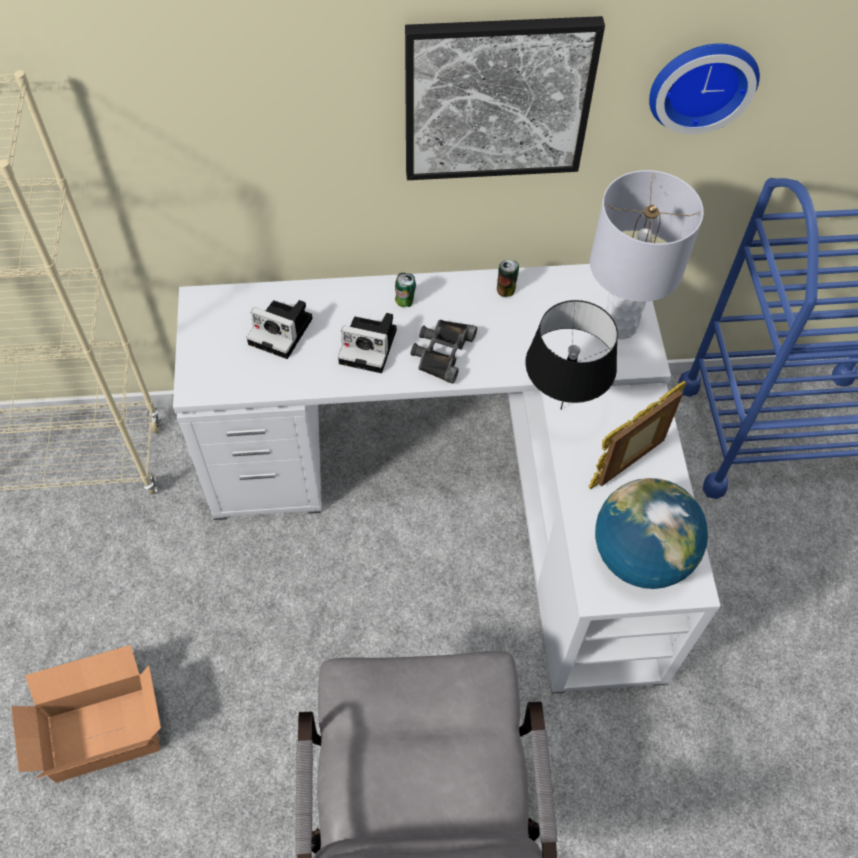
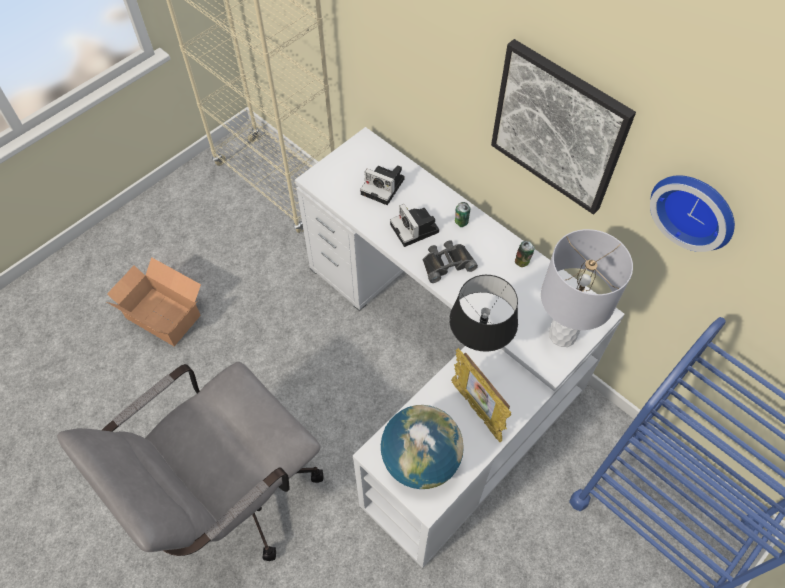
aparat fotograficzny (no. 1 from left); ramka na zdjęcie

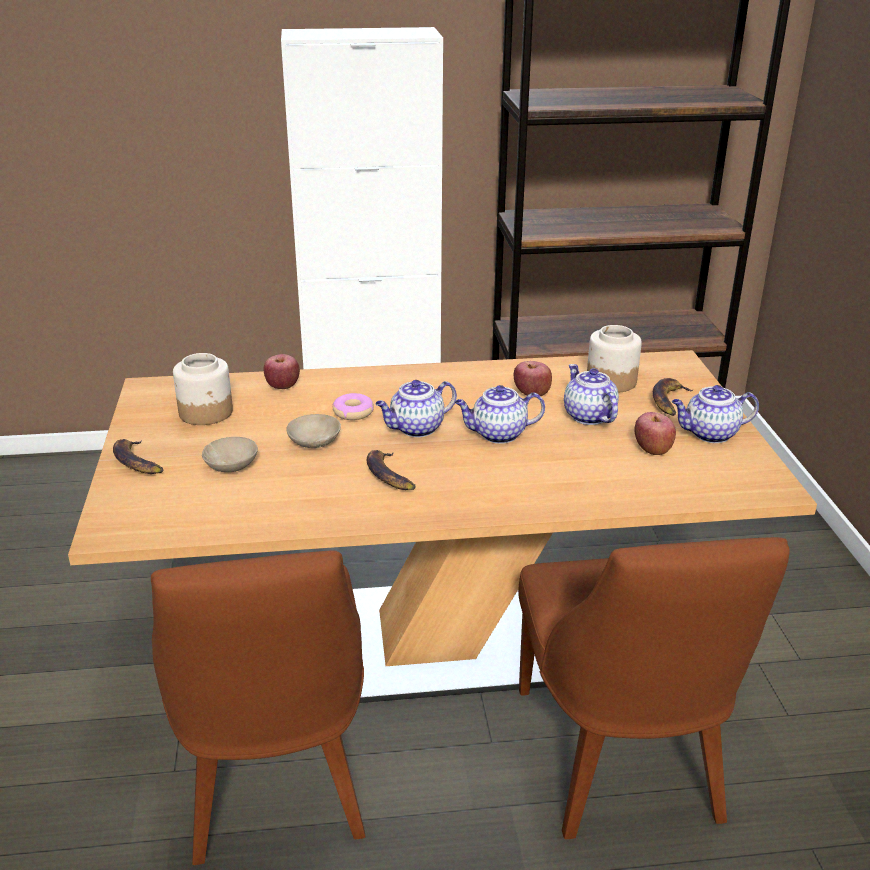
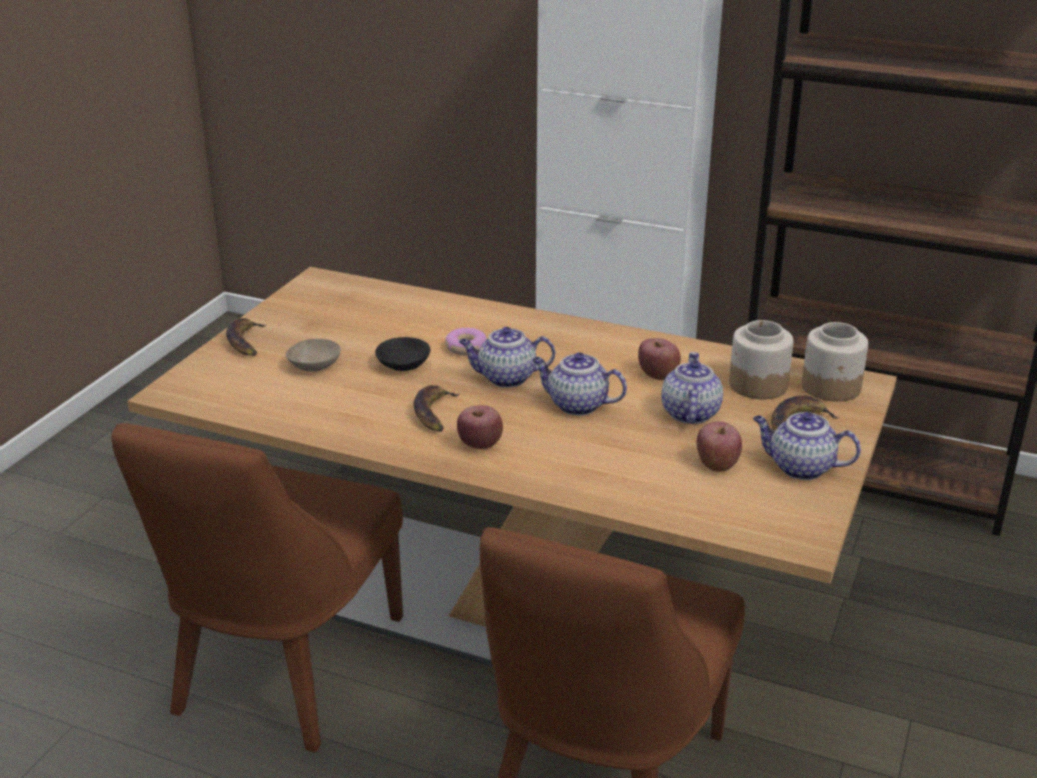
miska/czarny; jabłko (no. 1 from left); słoik (no. 2 from left)

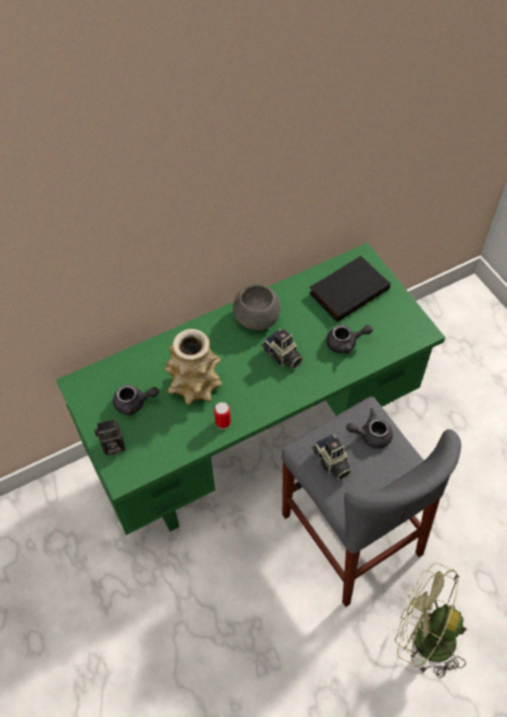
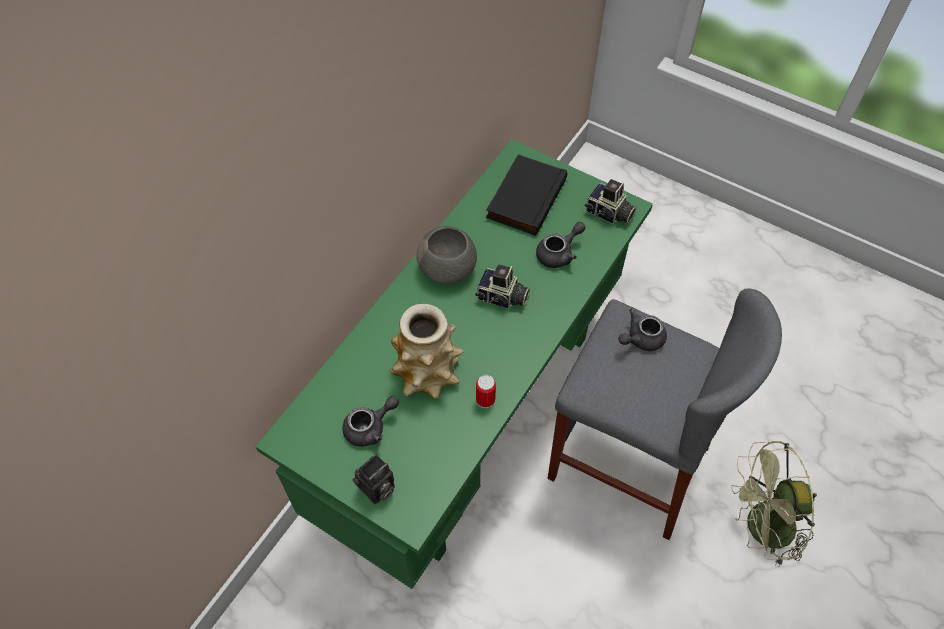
aparat fotograficzny (no. 3 from left)

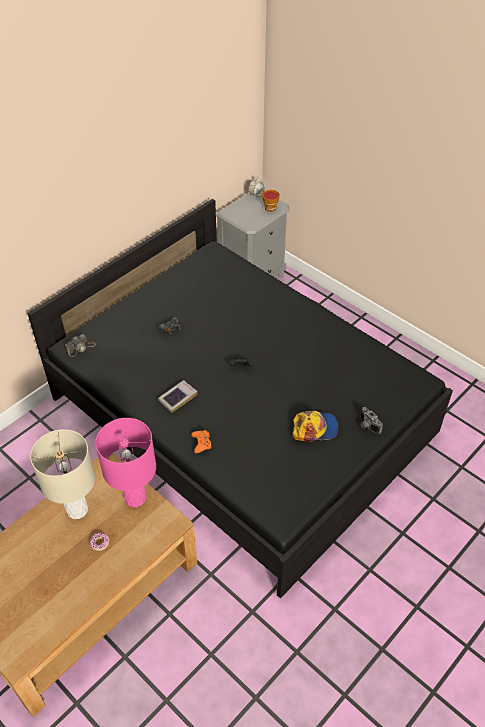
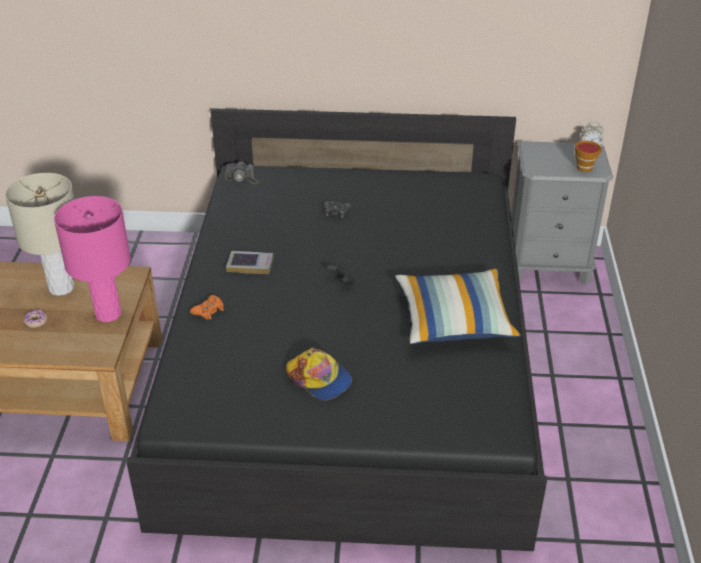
poduszka; aparat fotograficzny (no. 2 from left in the first image)

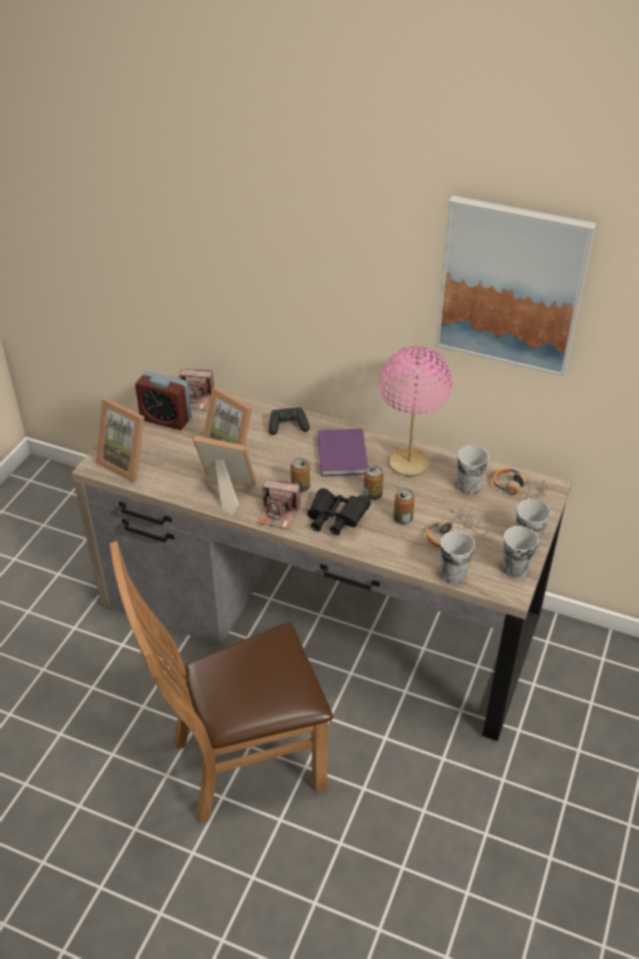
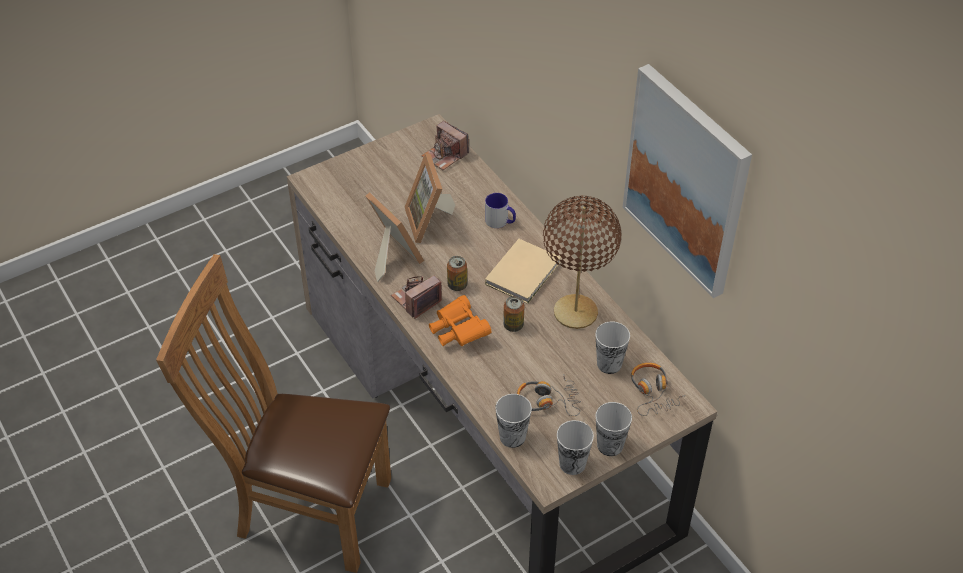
aparat fotograficzny (no. 1 from left); lornetka/pomarańczowy; kubek; książka/beżowy; lampa stołowa/brązowy; ramka na zdjęcie (no. 1 from left in the first image); budzik; puszka (no. 3 from left in the first image)

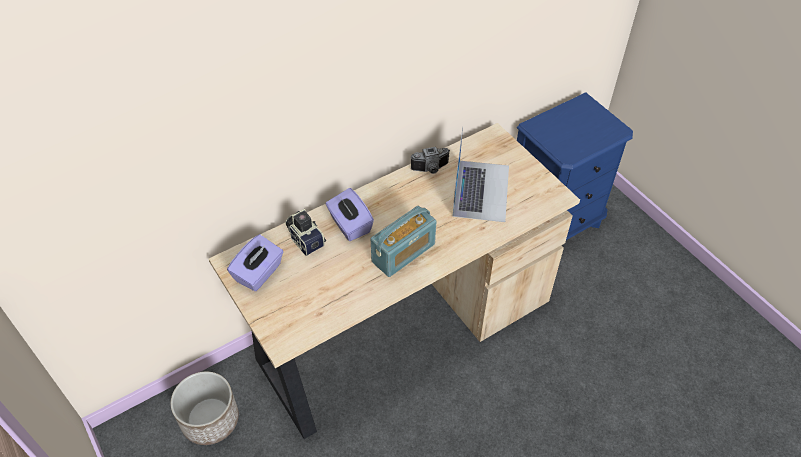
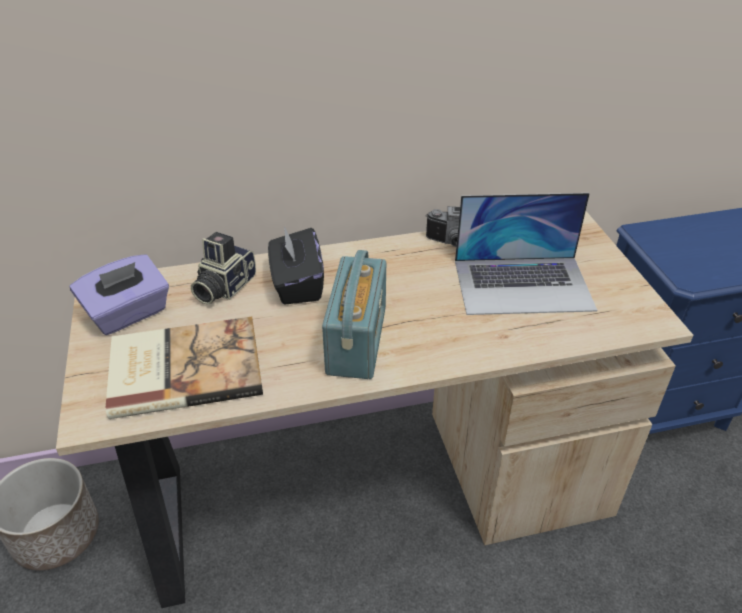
książka; aparat fotograficzny (no. 1 from left); pudełko chusteczek/czarny; radio; laptop

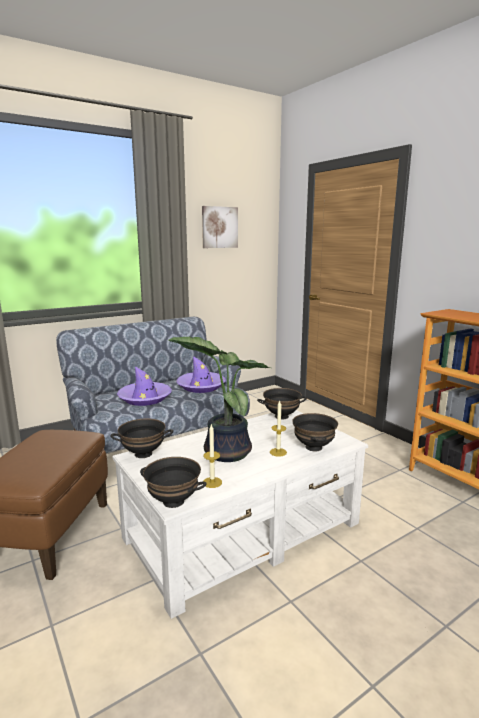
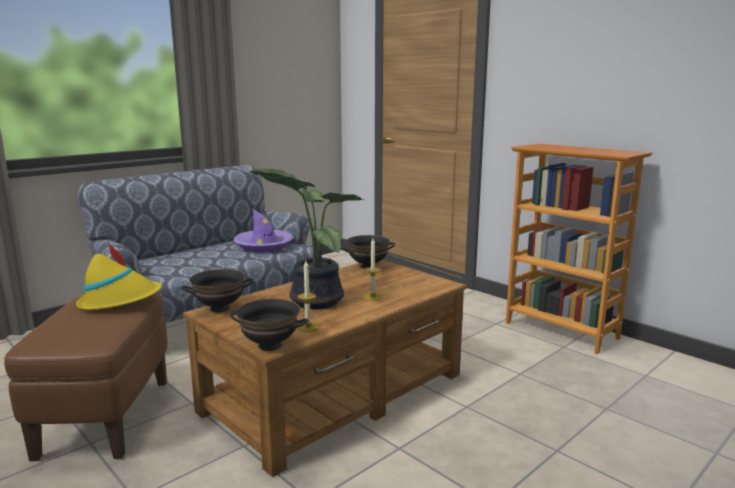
kapelusz/żółty; ława/brązowy; kapelusz/fioletowy (no. 1 from left in the first image); obraz; miska/czarny (no. 4 from left in the first image)

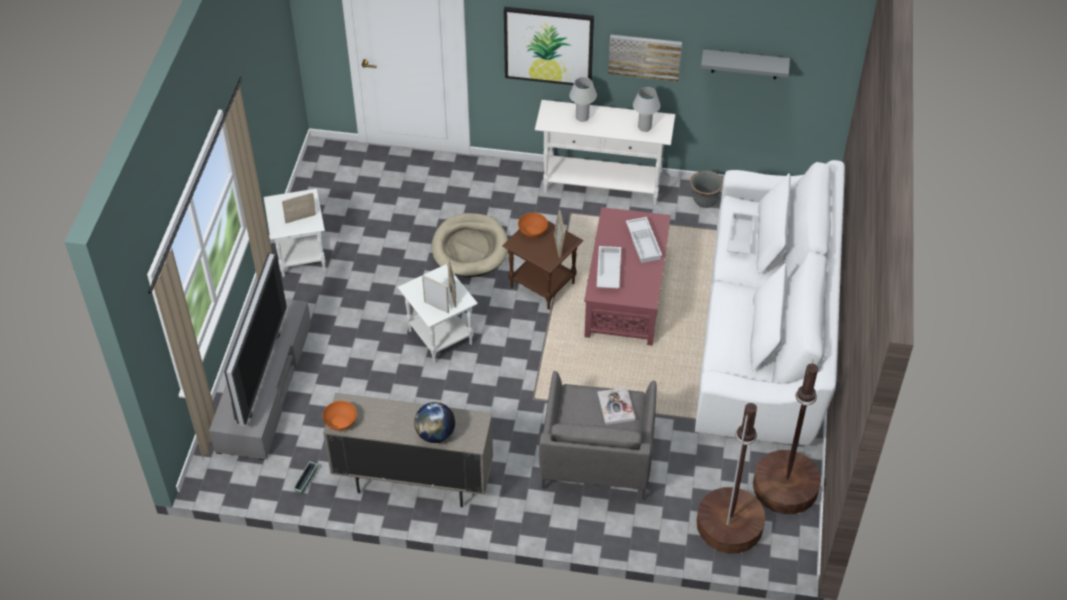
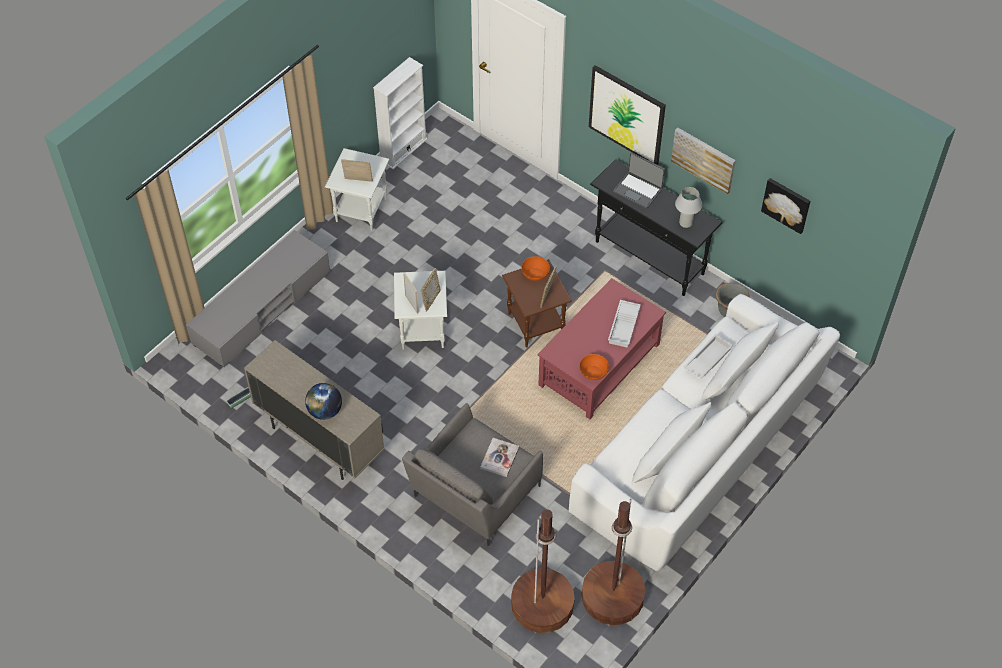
regał/biały; miska/pomarańczowy (no. 2 from left); stolik konsolowy/czarny; laptop; obraz (no. 3 from left); telewizor; legowisko/beżowy; taca/biały (no. 1 from left in the first image)

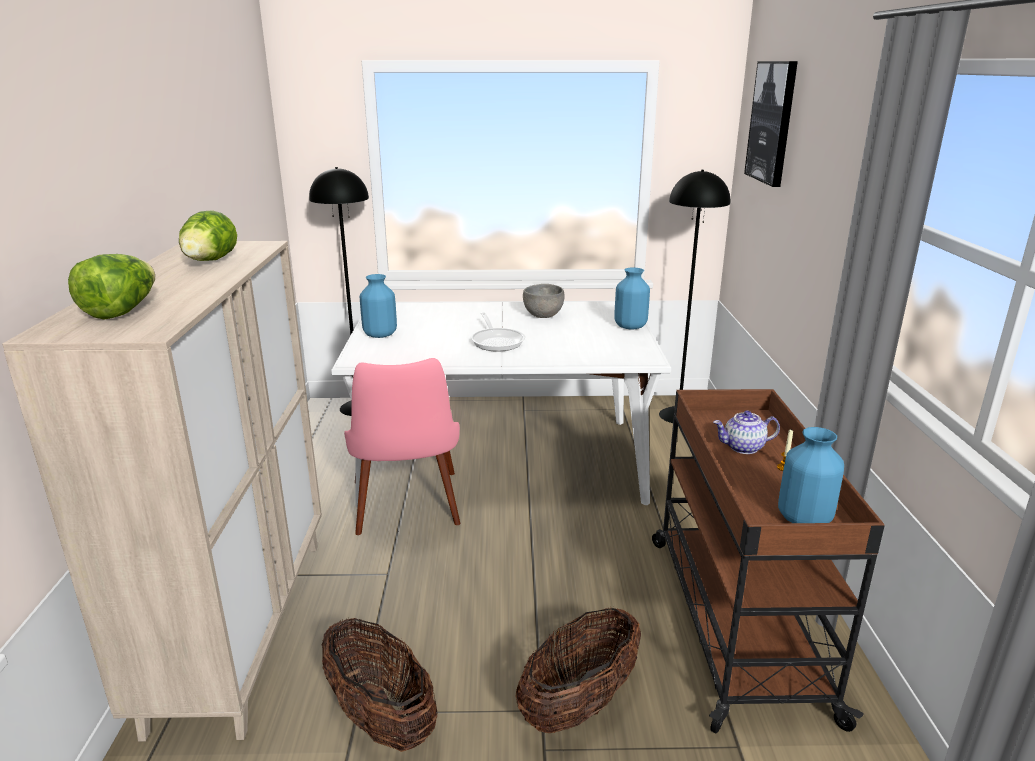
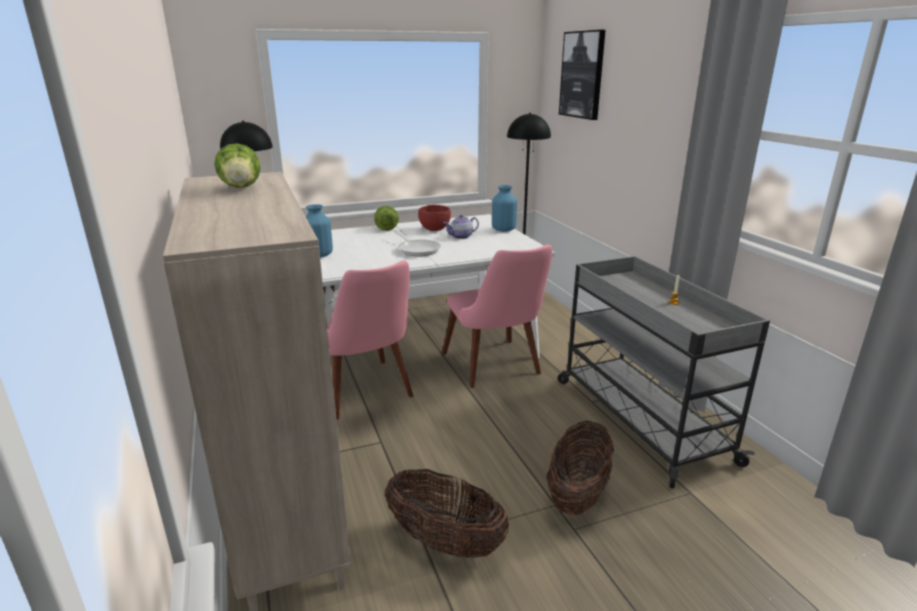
sałata (no. 2 from left); miska/czerwony; krzesło/różowy (no. 2 from left); imbryk; wózek/szary; wazon/niebieski (no. 3 from left in the first image)

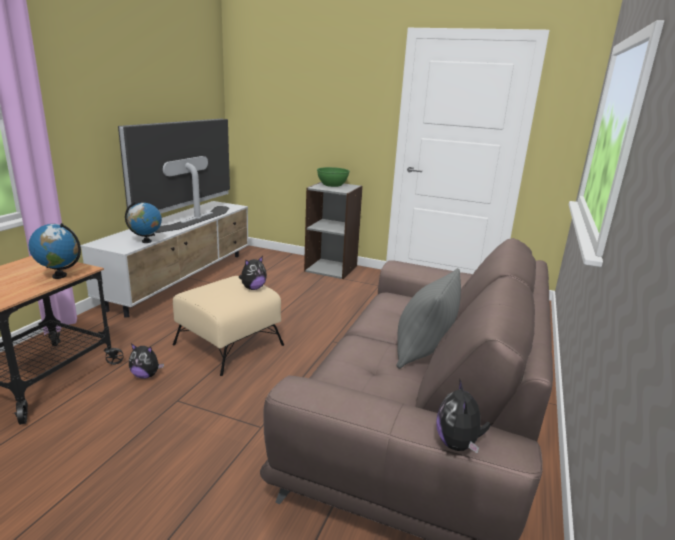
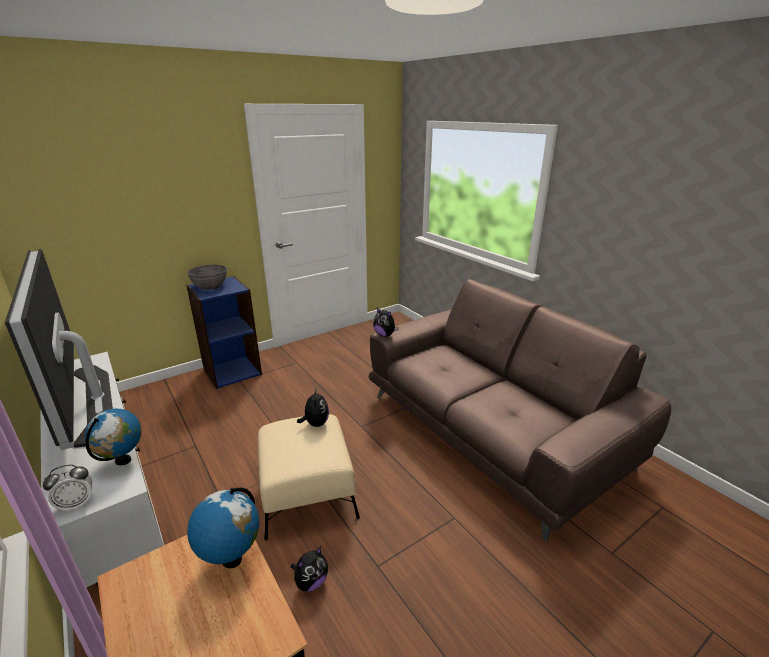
budzik; regał/niebieski; miska/szary; pluszak (no. 3 from left); poduszka/szary

